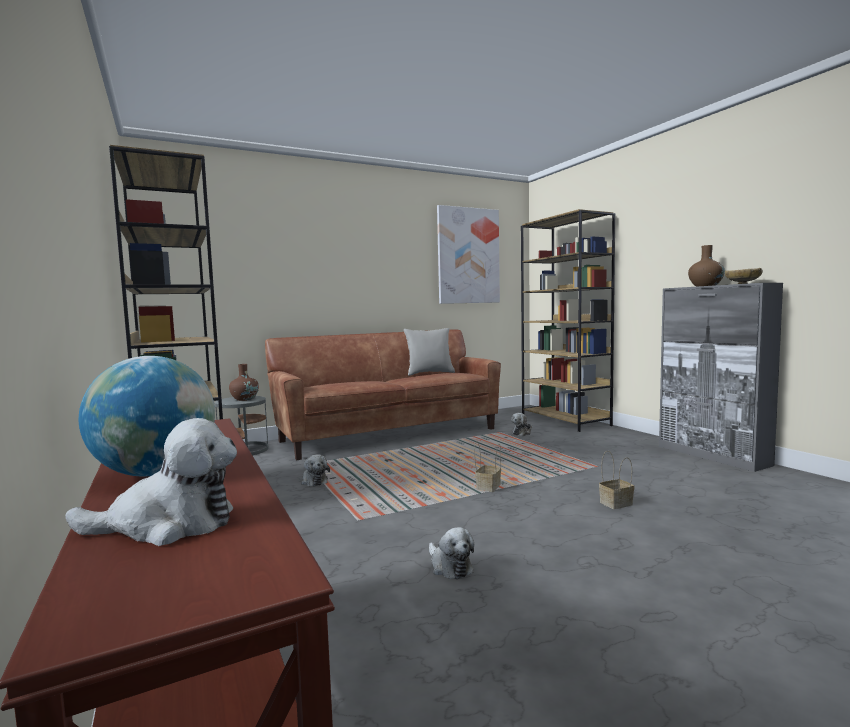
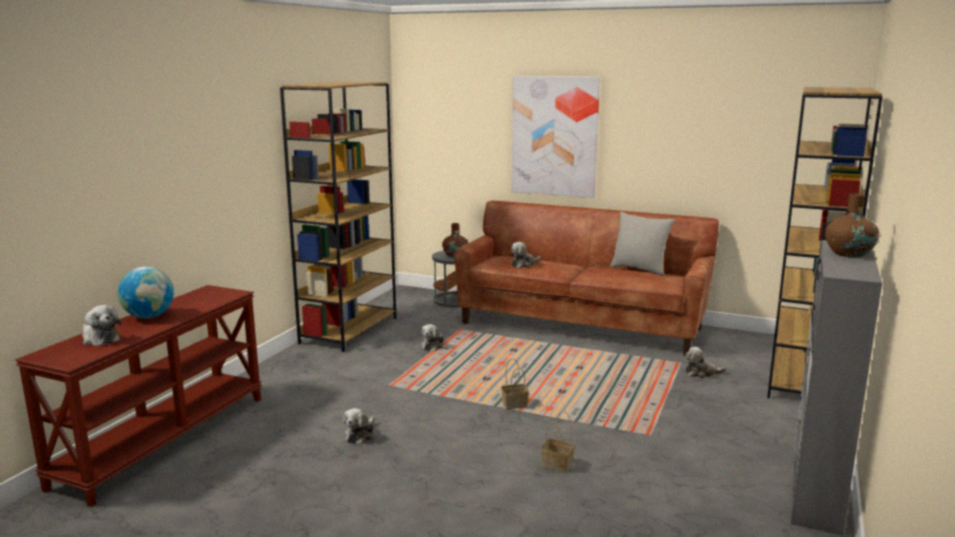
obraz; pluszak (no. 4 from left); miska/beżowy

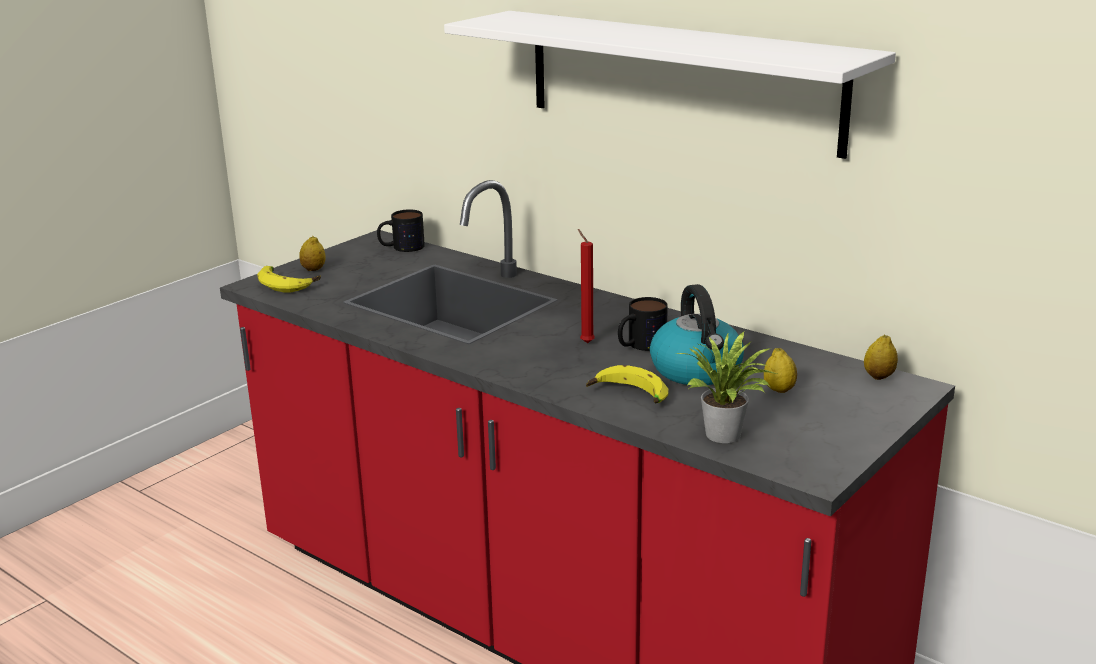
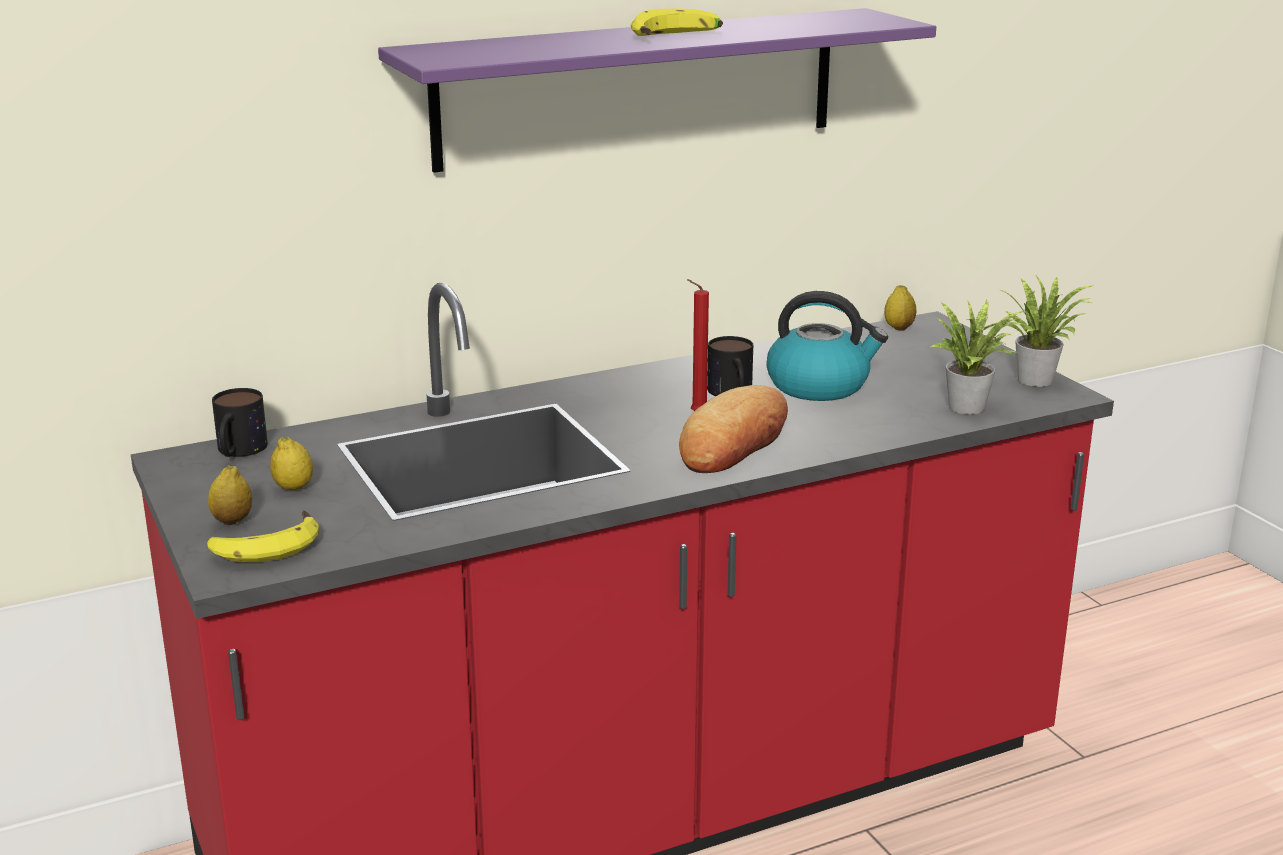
cytryna (no. 2 from left); półka/fioletowy; banan (no. 2 from left); chleb; roślina doniczkowa (no. 2 from left)

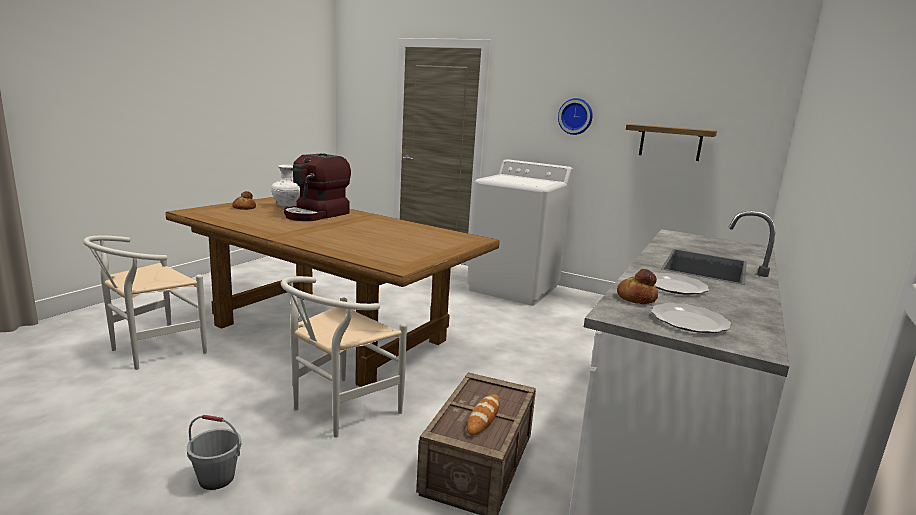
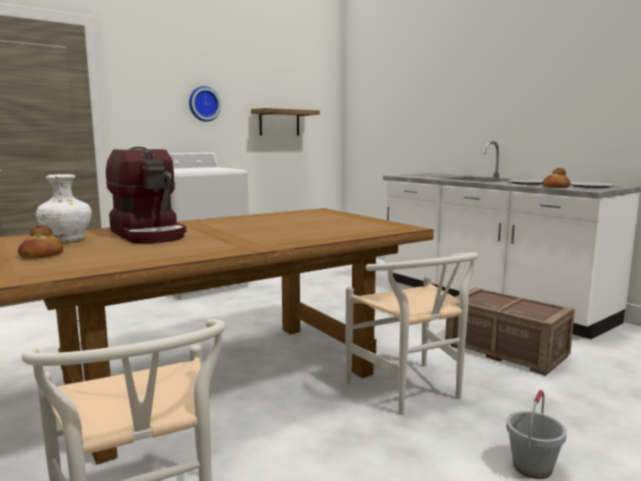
chleb (no. 2 from left in the first image)

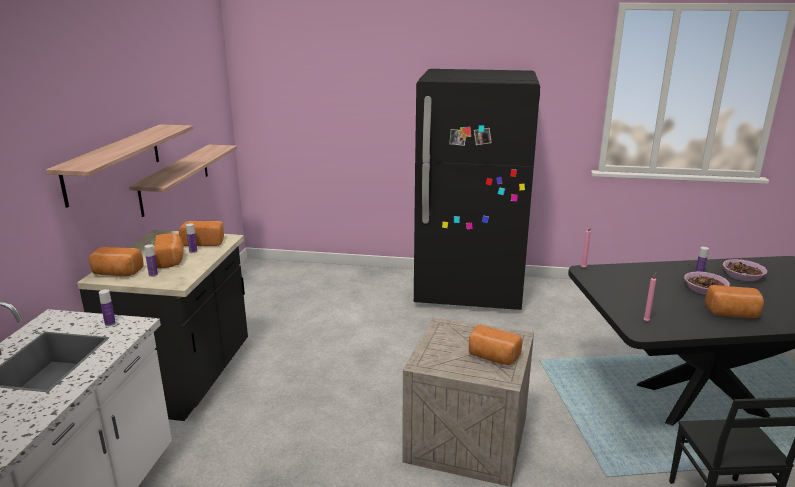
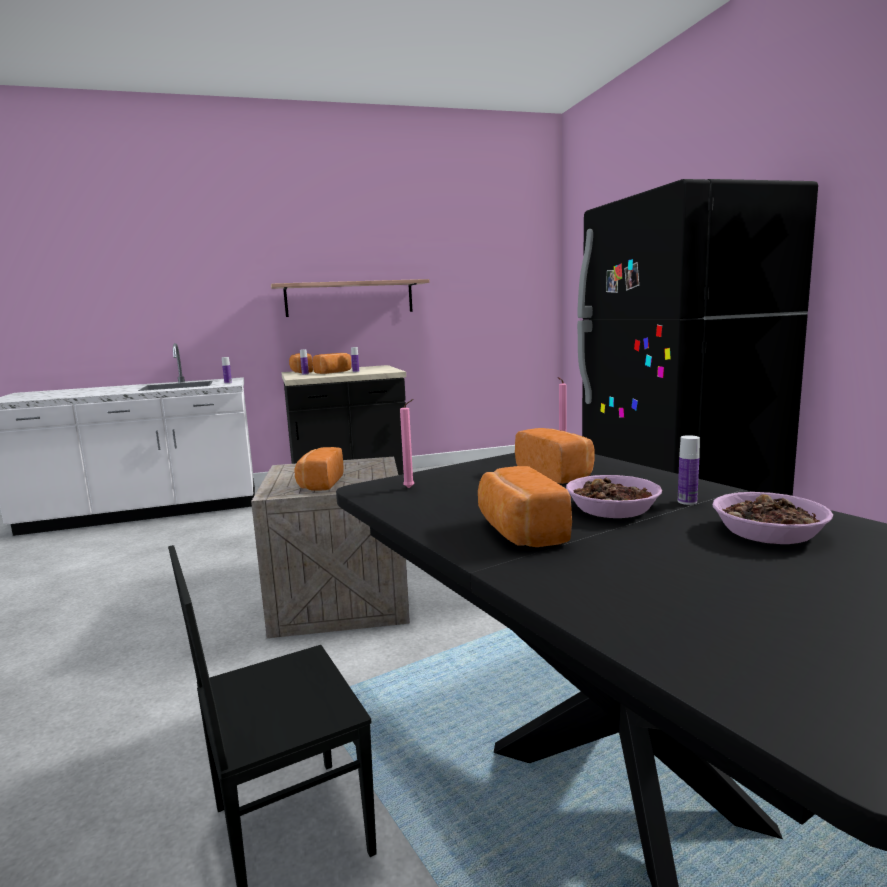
chleb (no. 5 from left); półka (no. 2 from left in the first image)

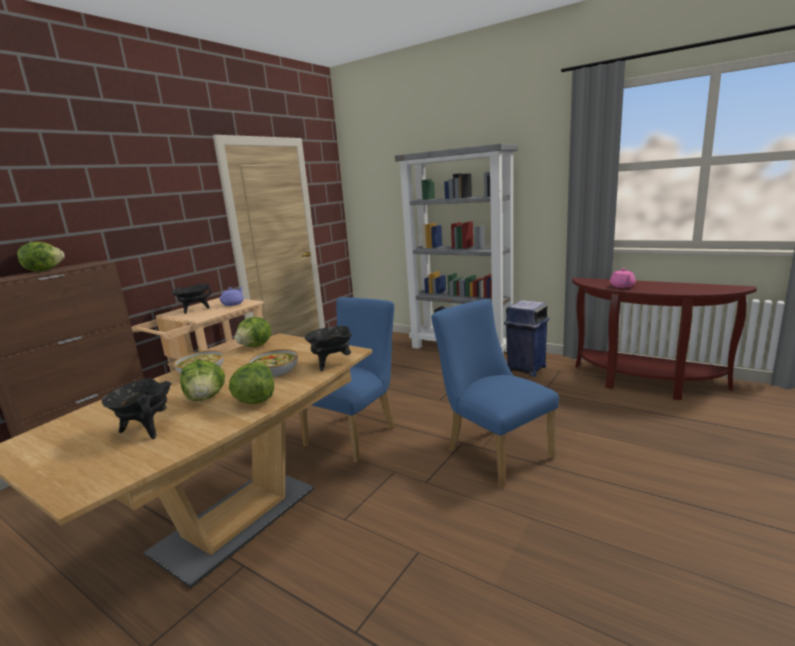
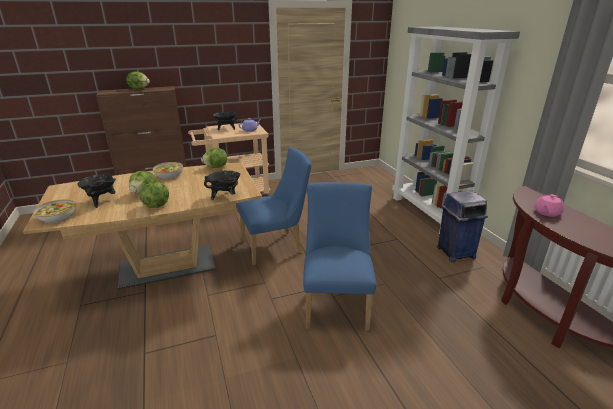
miska (no. 1 from left)

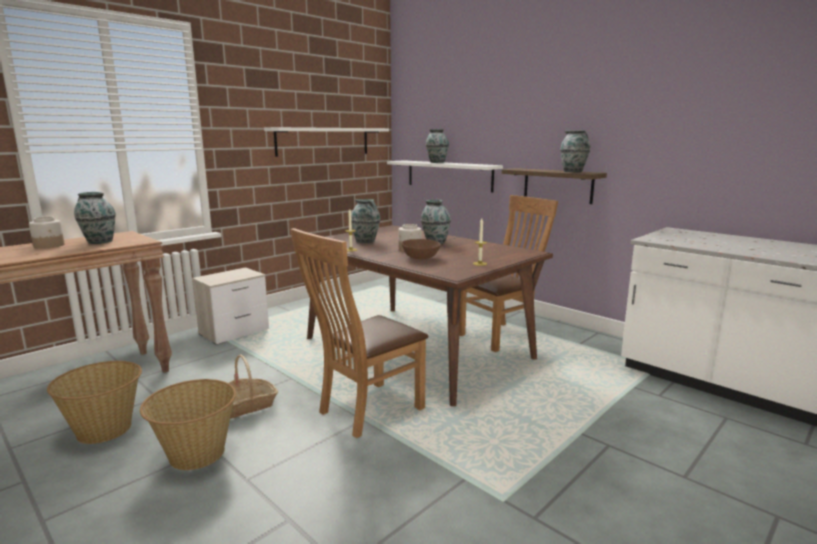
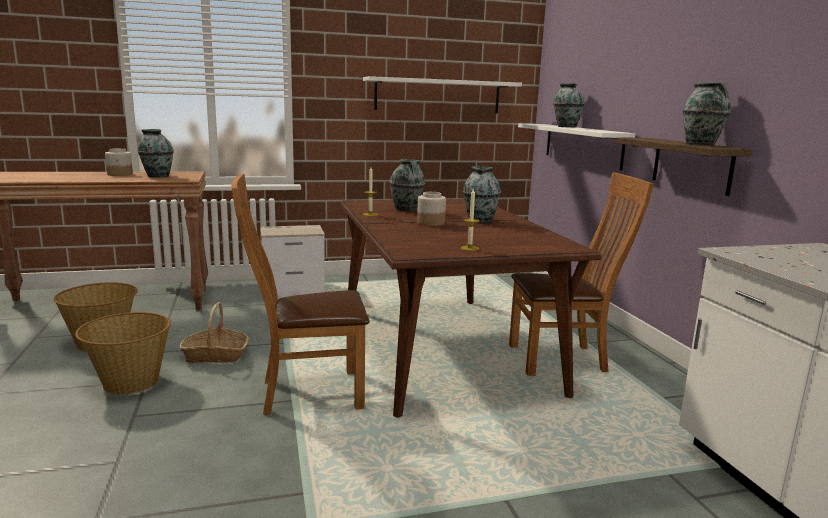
miska/brązowy

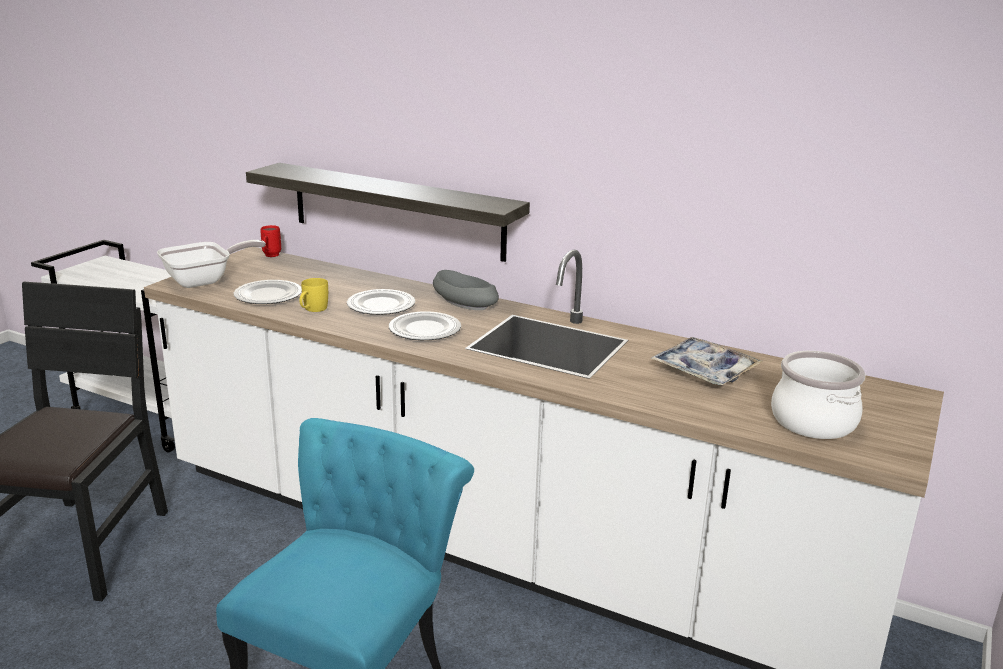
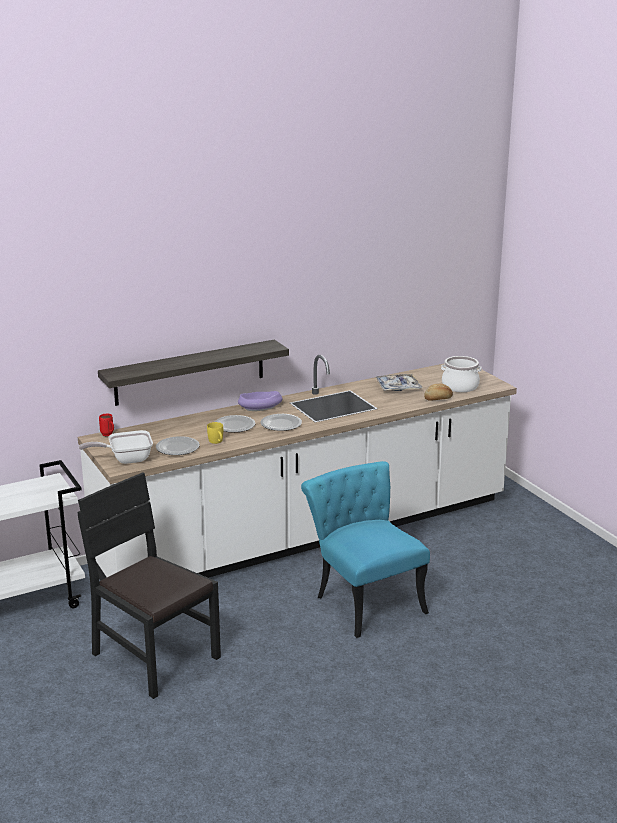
patelnia; miska/fioletowy; chleb

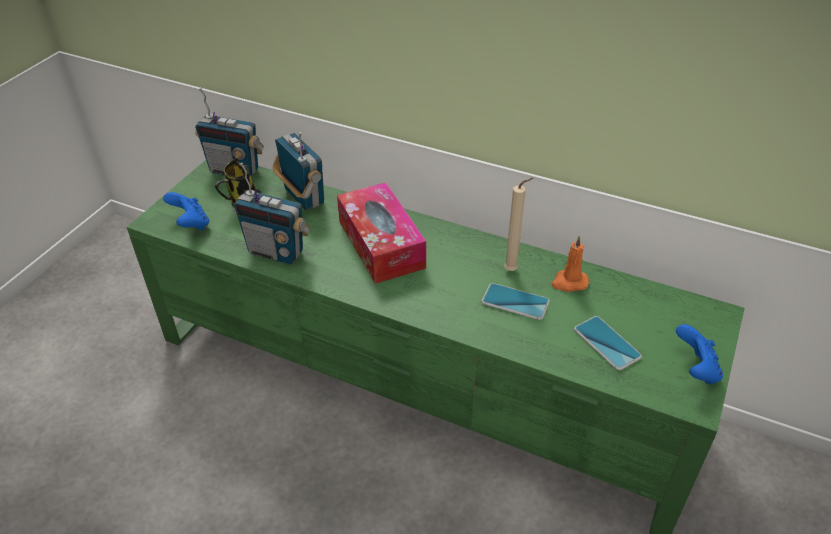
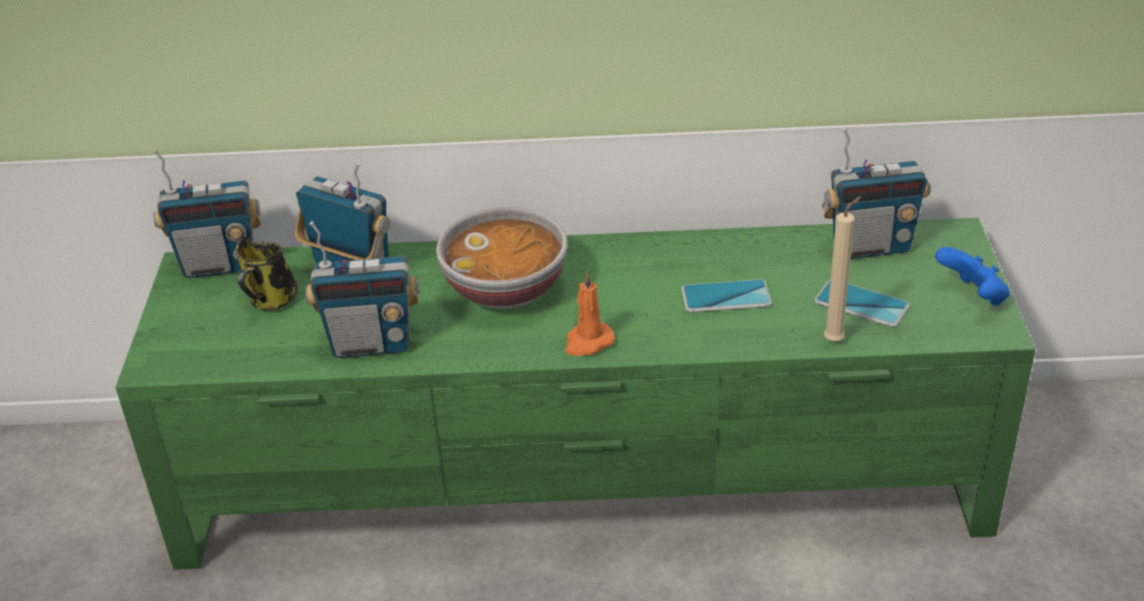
miska; świeca/pomarańczowy; radio (no. 4 from left); świeca/beżowy; pad do gier/niebieski (no. 1 from left in the first image)

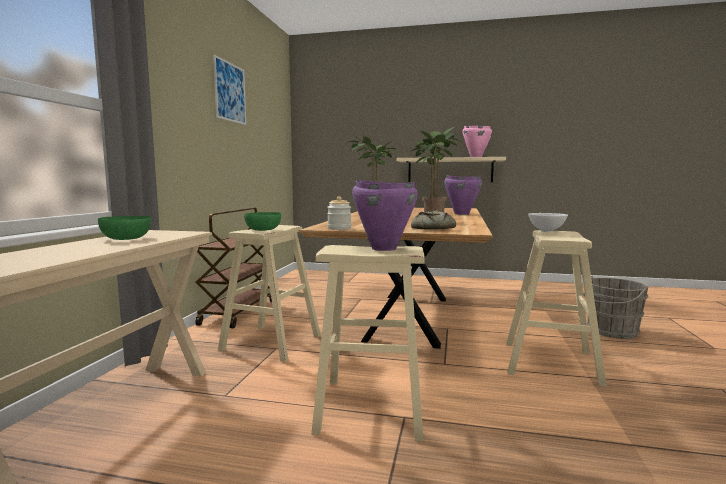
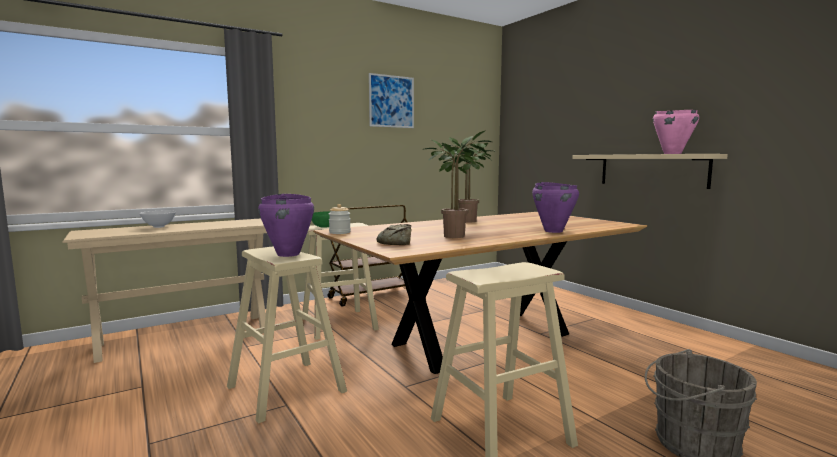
miska/biały; miska/zielony (no. 1 from left in the first image)

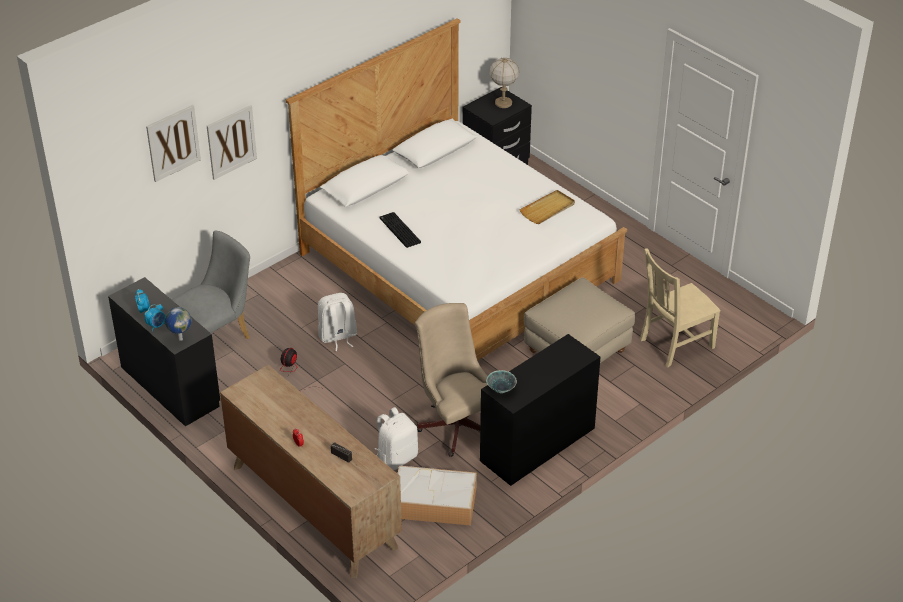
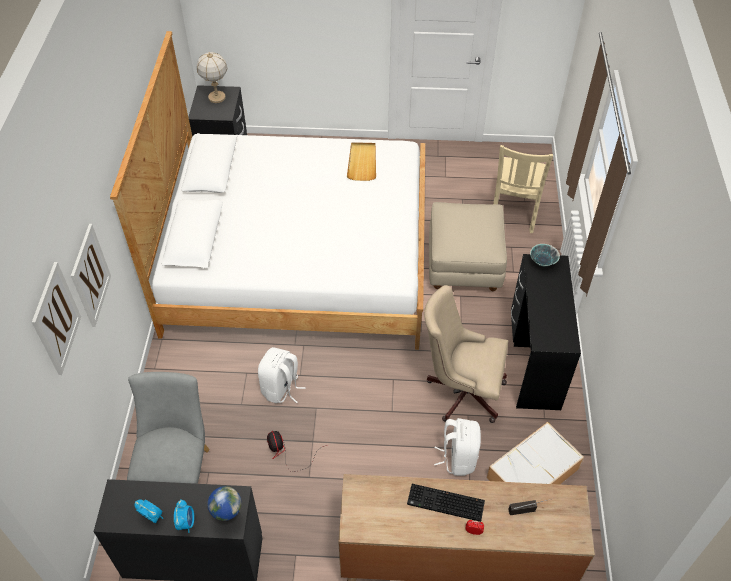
klawiatura; miska

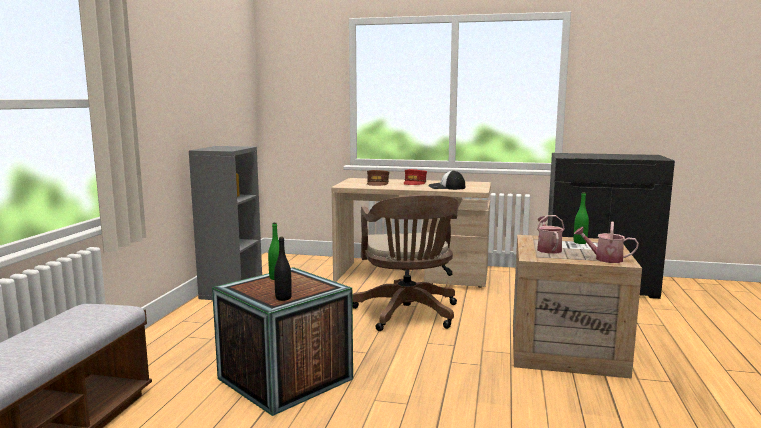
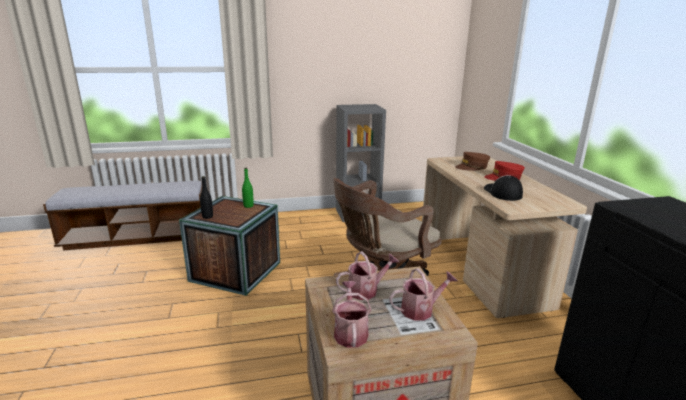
konewka (no. 3 from left)

